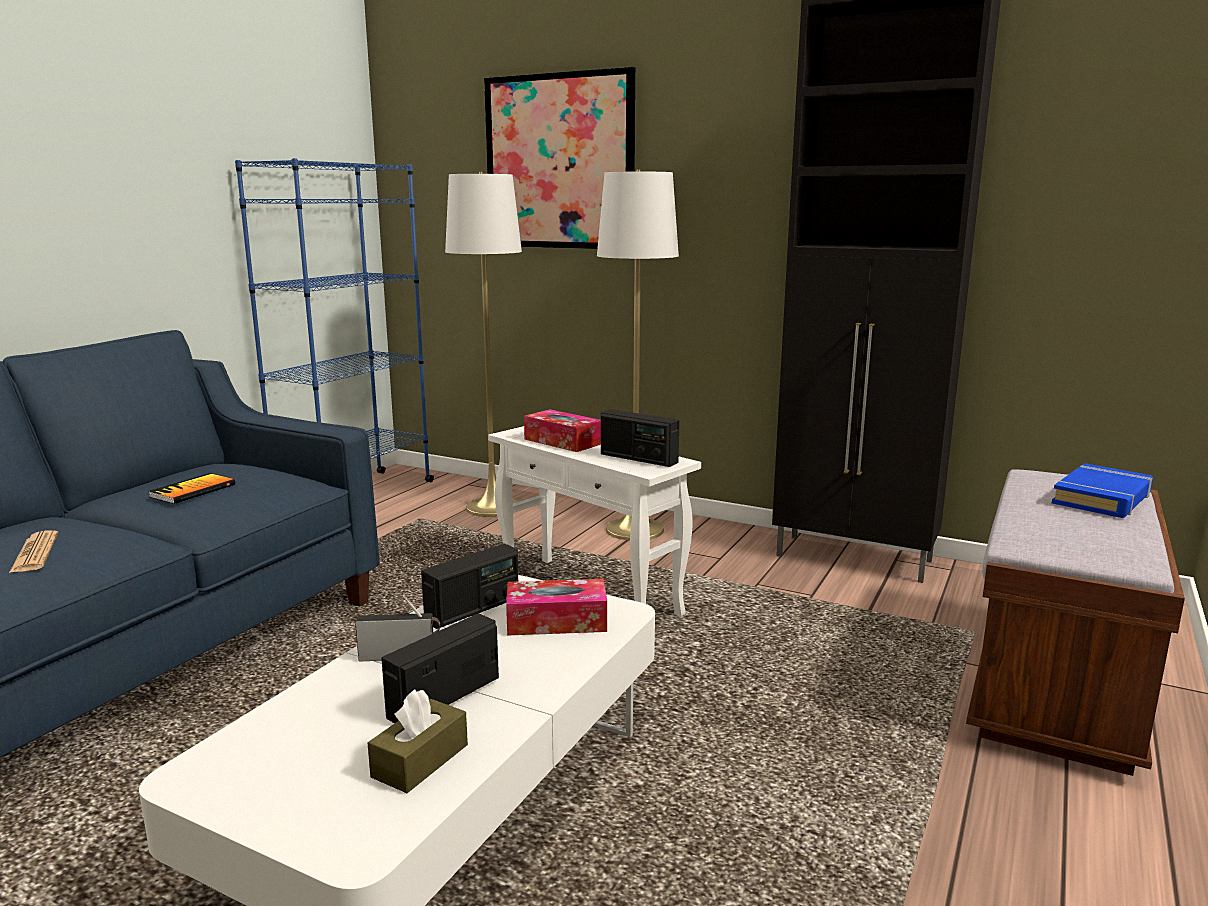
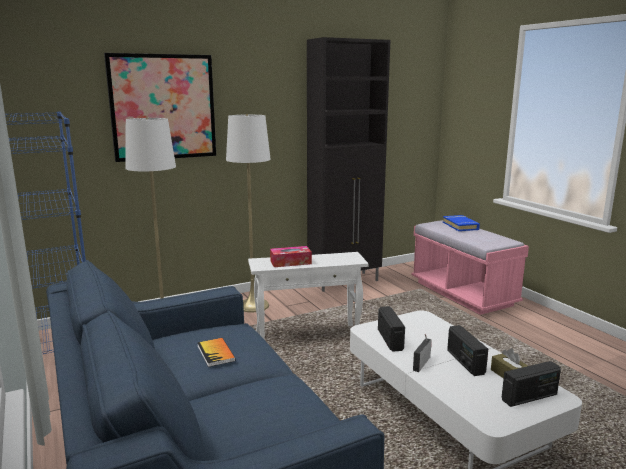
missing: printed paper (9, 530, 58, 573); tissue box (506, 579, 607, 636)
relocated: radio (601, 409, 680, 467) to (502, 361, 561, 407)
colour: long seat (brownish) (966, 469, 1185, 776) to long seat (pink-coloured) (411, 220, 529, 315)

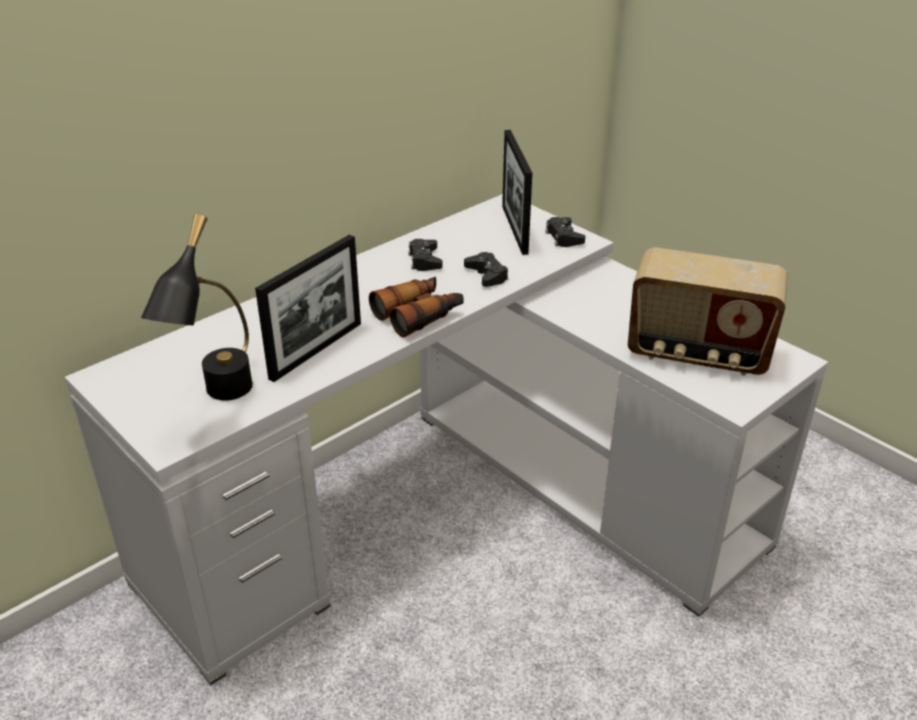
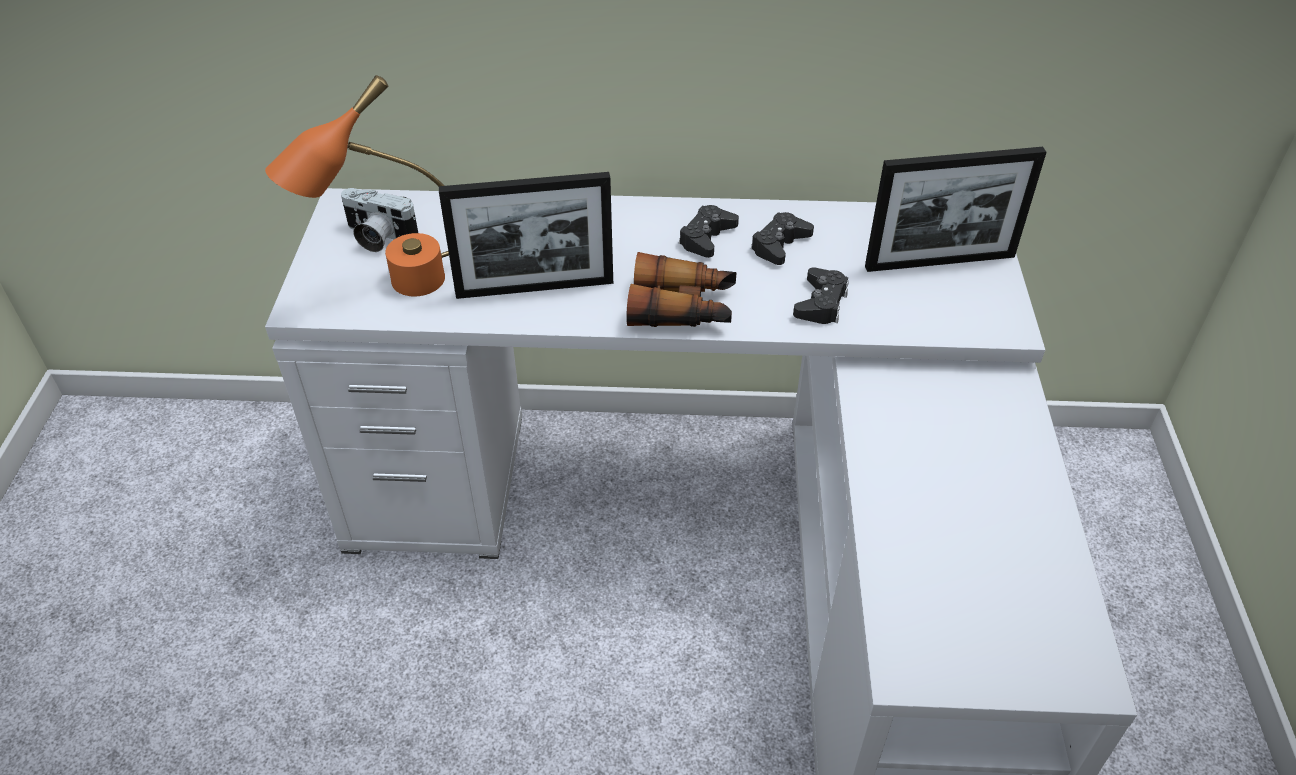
missing: radio (628, 247, 788, 376)
appeared: still camera (341, 188, 418, 252)
relocated: gamepad (blackish) (545, 217, 585, 247) to (679, 205, 739, 258)
colour: lamp for a table (blackish) (141, 214, 253, 400) to lamp for a table (orange-coloured) (265, 75, 449, 296)
spun: standing frame (502, 130, 532, 255) = (865, 147, 1046, 272) 135 degrees counterclockwise

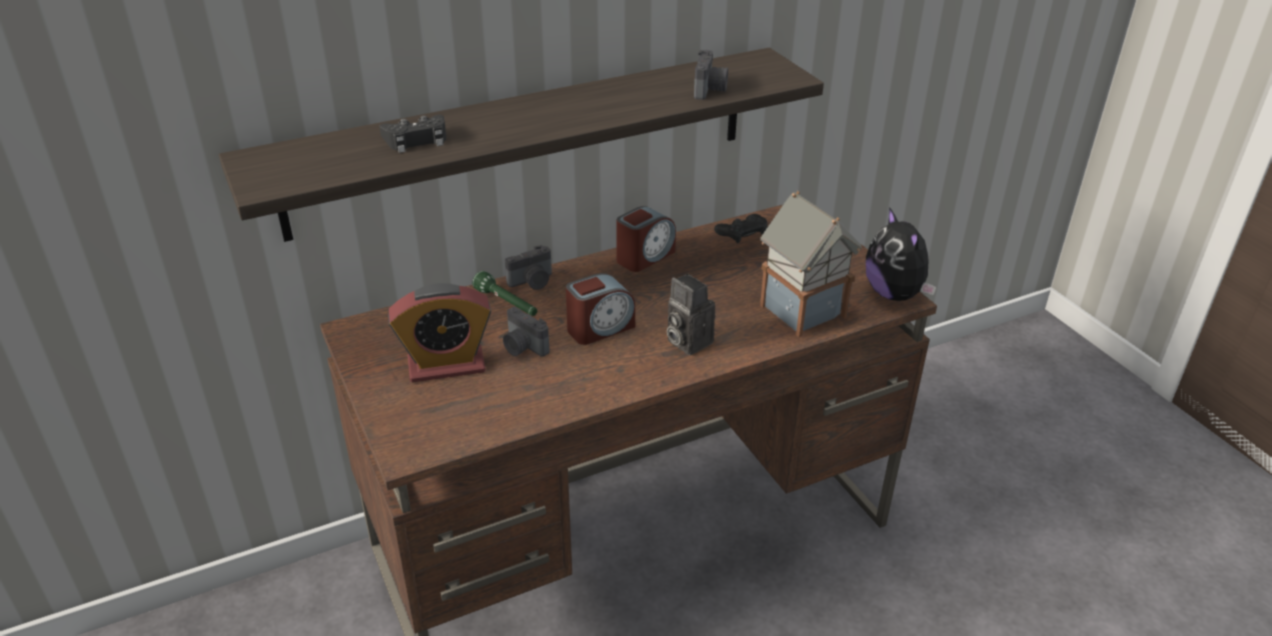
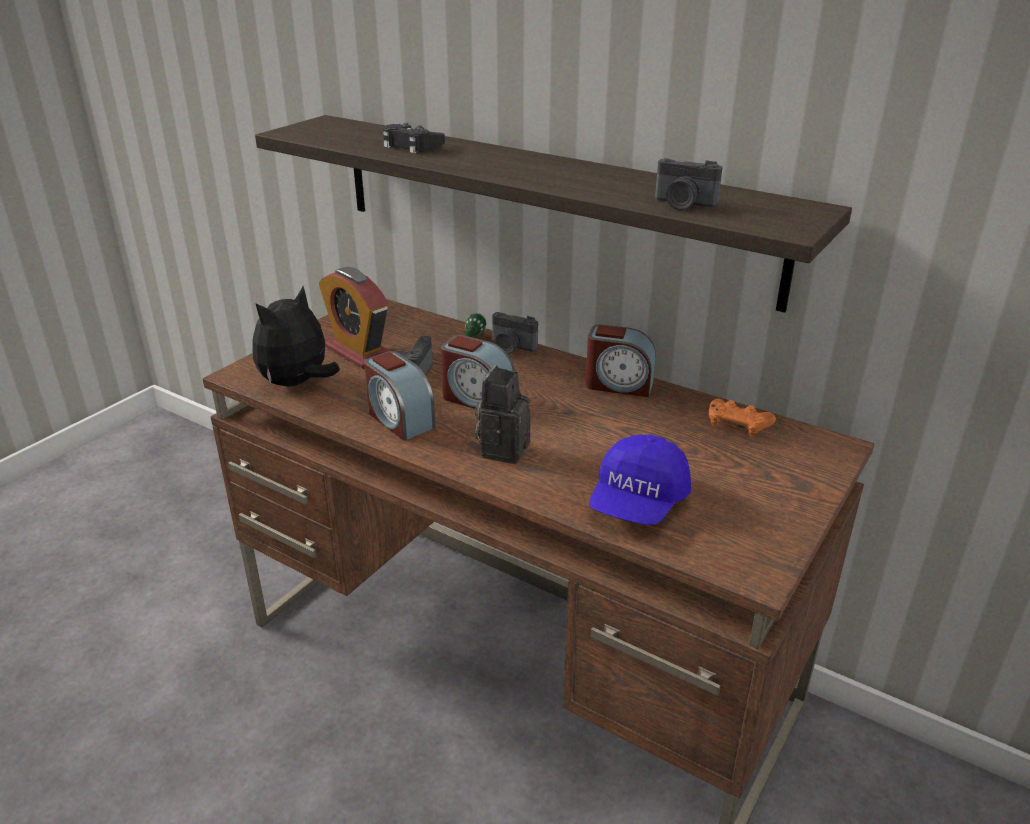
appeared: table clock (364, 351, 435, 441)
relocated: soft toy (866, 207, 937, 301) to (253, 286, 340, 386)
exchanged: model house (760, 191, 862, 337) to baseball cap (bluish) (589, 434, 691, 525)
colour: gamepad (blackish) (714, 214, 768, 244) to gamepad (orange-coloured) (709, 399, 776, 437)
spun: still camera (694, 50, 728, 100) = (655, 158, 722, 210) 45 degrees clockwise

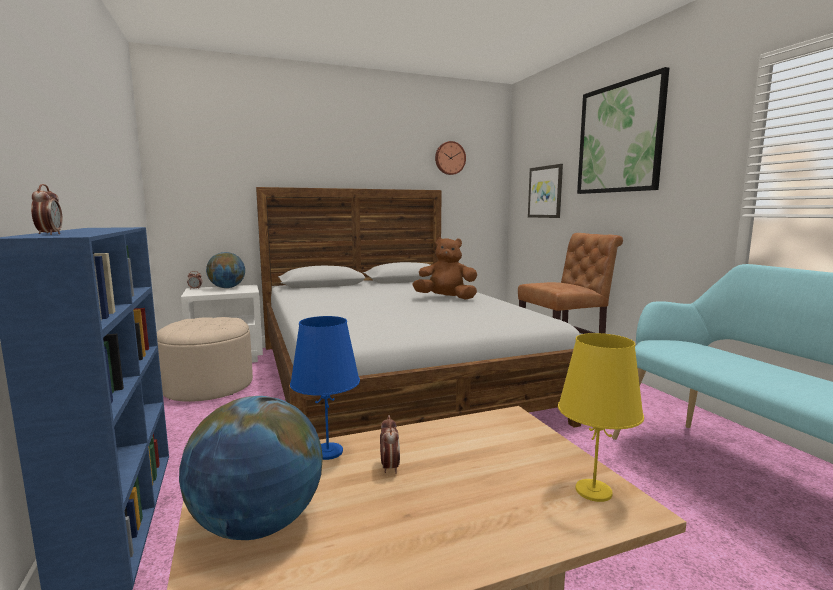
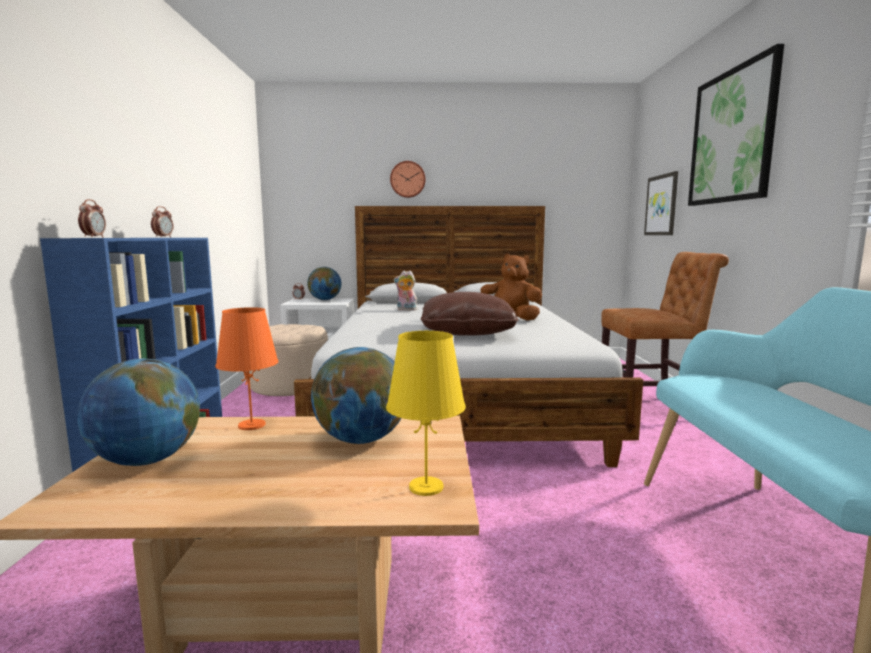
appeared: world globe (311, 347, 401, 444); soft toy (394, 271, 417, 311); cushion (brownish) (421, 292, 518, 336)
relocated: table clock (380, 415, 400, 474) to (151, 206, 174, 237); hanging clock (435, 141, 466, 175) to (390, 161, 426, 198)
colour: lamp for a table (bluish) (290, 316, 360, 460) to lamp for a table (orange-coloured) (215, 307, 278, 430)

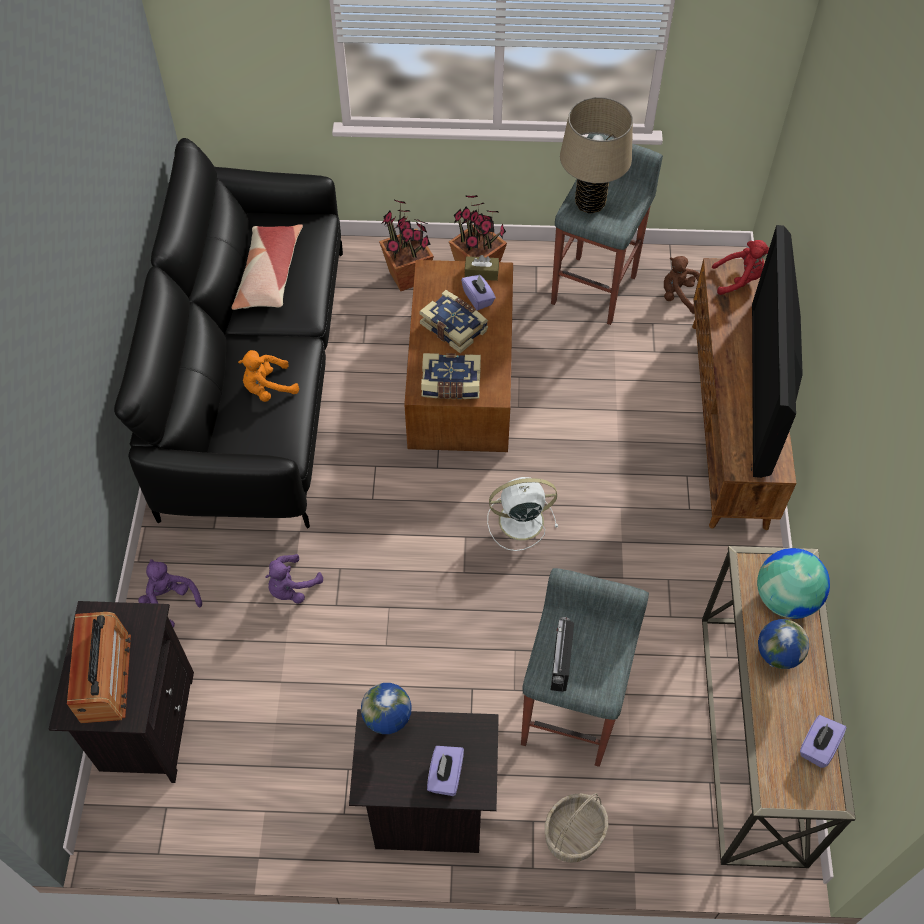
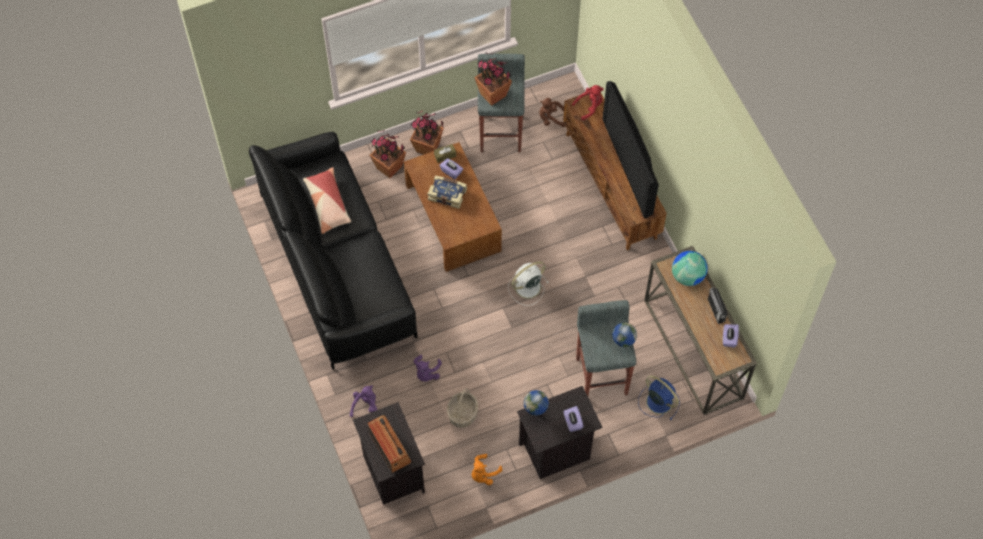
missing: volume (421, 353, 481, 399)
appeared: cooling fan (bluish) (638, 375, 680, 420)
relocated: soft toy (orange-coloured) (238, 350, 299, 402) to (471, 454, 502, 485); household basket (545, 793, 608, 863) to (447, 388, 478, 428); radio (550, 617, 574, 692) to (708, 287, 728, 324); world globe (758, 619, 809, 669) to (612, 322, 637, 347)
exchanged: lamp for a table (beige-coloured) (560, 97, 633, 214) to potted plant (474, 53, 512, 106)
spun: soft toy (purple-coloured) (138, 559, 202, 628) = (350, 385, 377, 417) 90 degrees clockwise

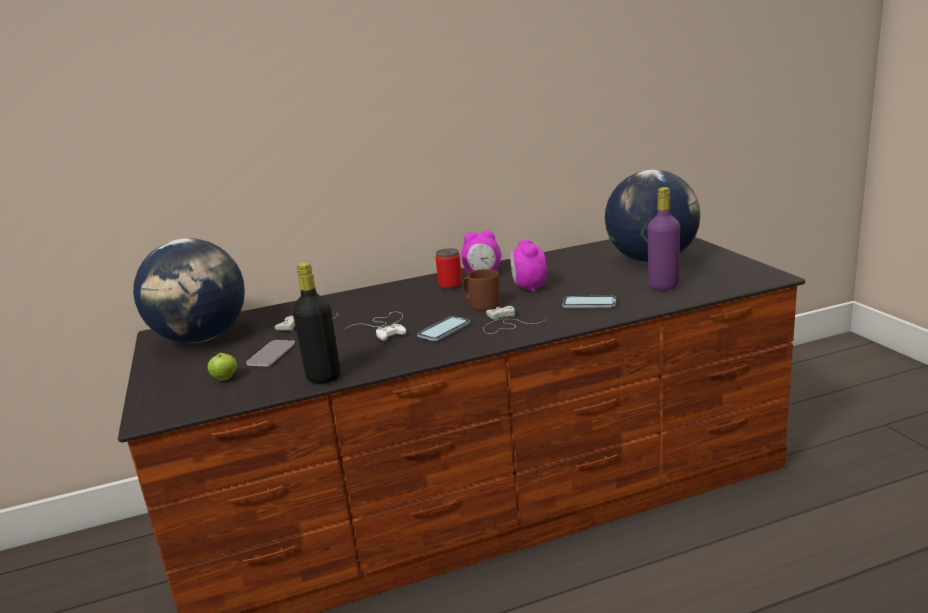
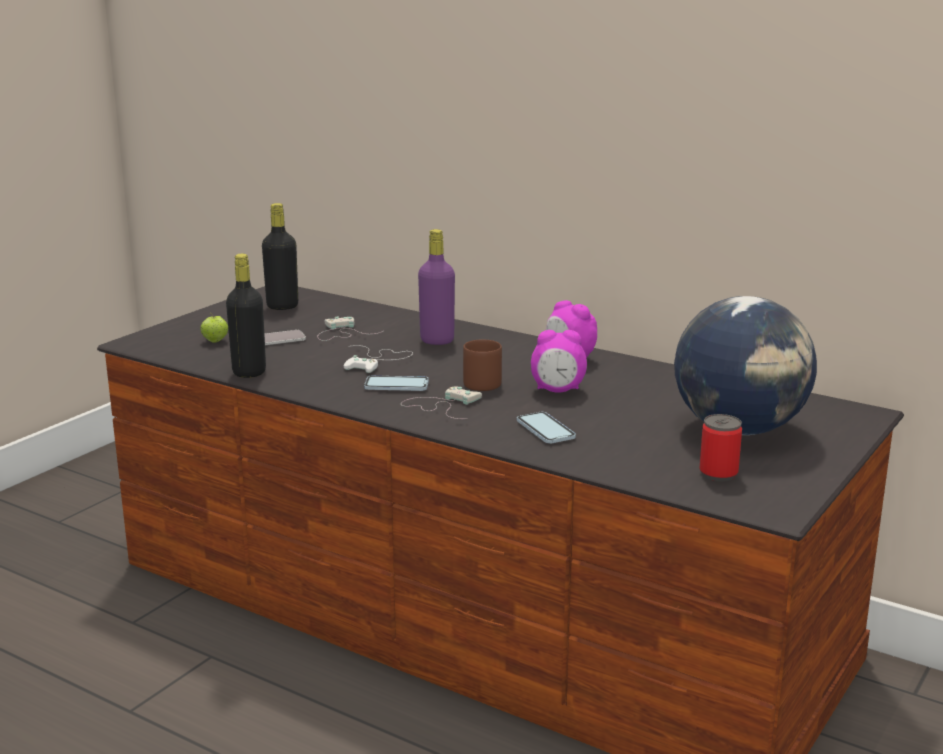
relocated: sealed can (435, 248, 462, 290) to (699, 414, 742, 481); drink bottle (purple-coloured) (647, 187, 680, 291) to (418, 229, 455, 345)
exchanged: world globe (133, 239, 245, 343) to drink bottle (blackish) (262, 203, 298, 310)
spun: table clock (510, 240, 547, 292) = (531, 330, 587, 393) 135 degrees counterclockwise

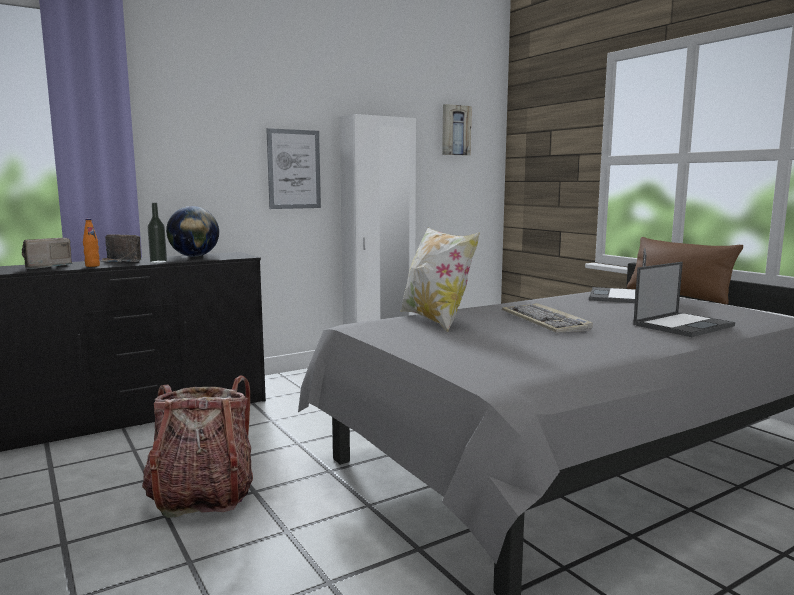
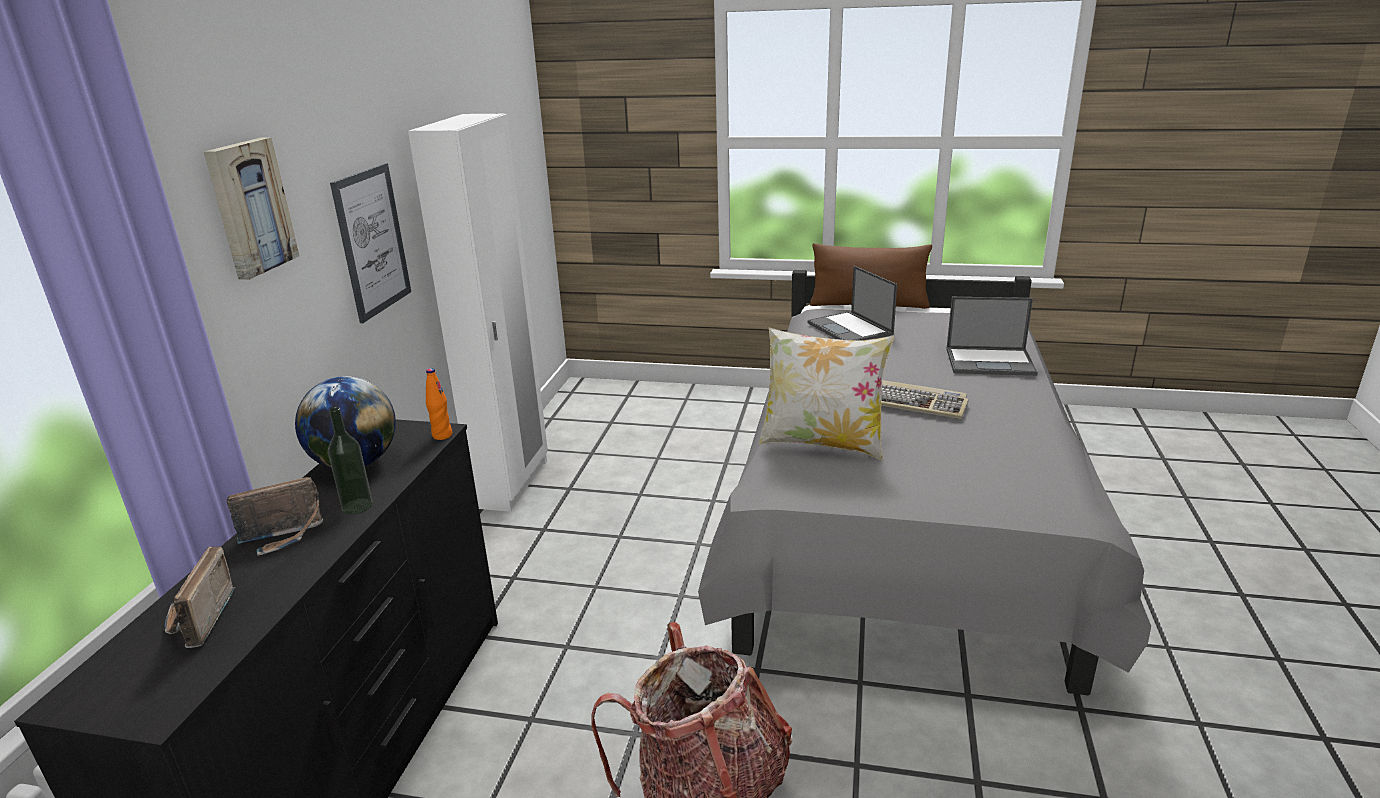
relocated: drink bottle (orange-coloured) (83, 219, 100, 267) to (426, 368, 452, 440); picture (442, 104, 472, 156) to (204, 137, 299, 280)
spun: laptop (633, 262, 735, 337) = (946, 297, 1038, 376) 90 degrees clockwise

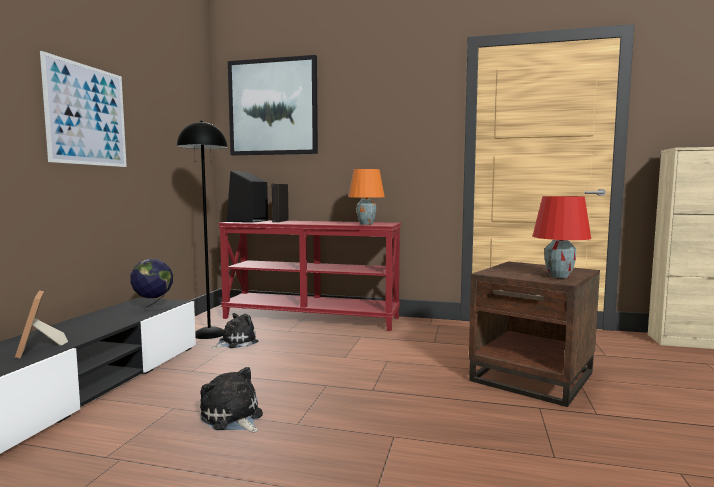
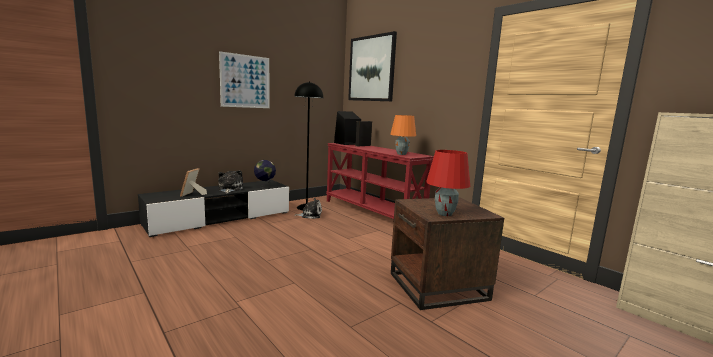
relocated: soft toy (200, 367, 263, 432) to (218, 170, 243, 193)

